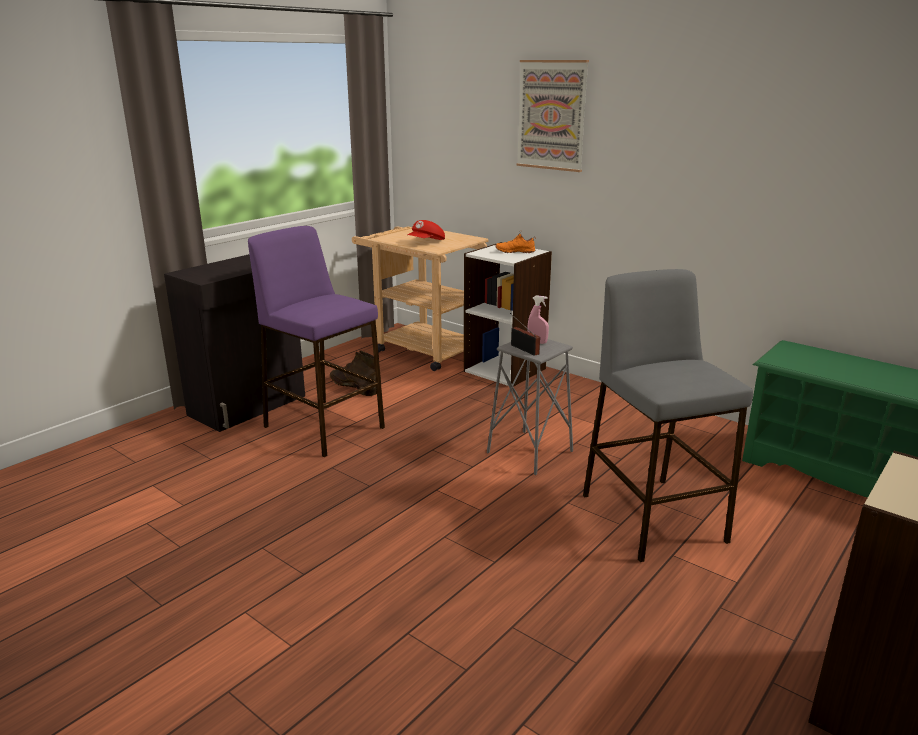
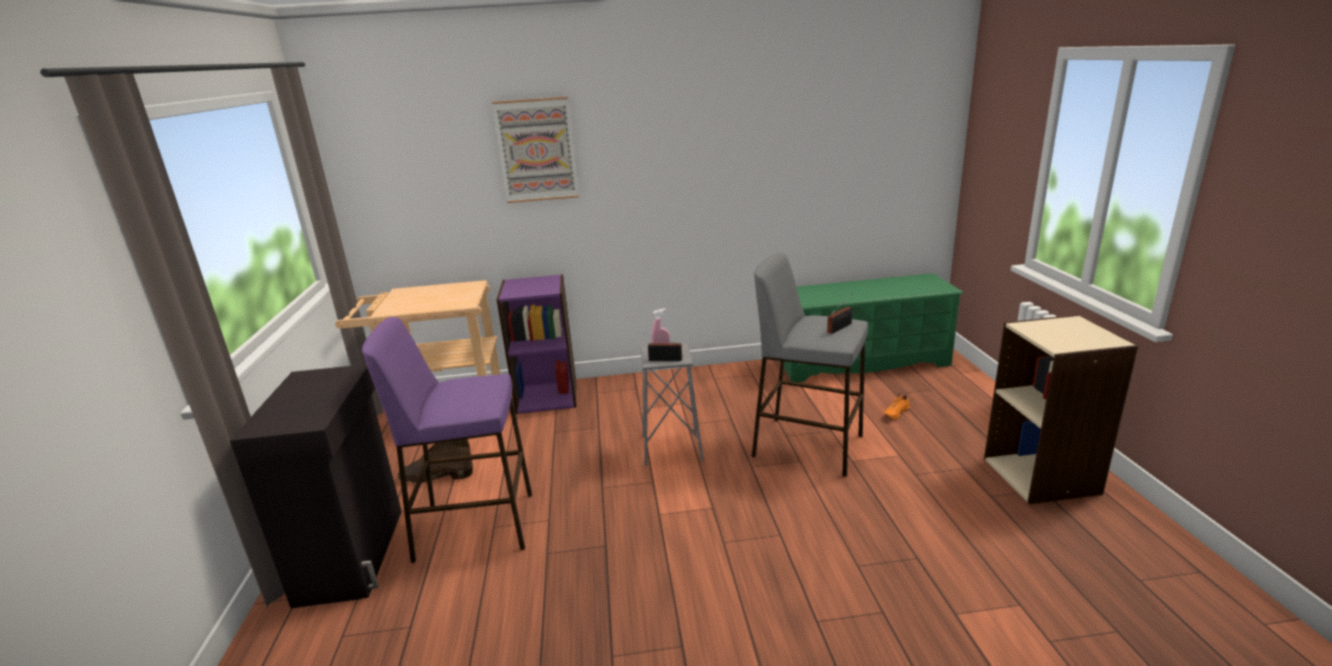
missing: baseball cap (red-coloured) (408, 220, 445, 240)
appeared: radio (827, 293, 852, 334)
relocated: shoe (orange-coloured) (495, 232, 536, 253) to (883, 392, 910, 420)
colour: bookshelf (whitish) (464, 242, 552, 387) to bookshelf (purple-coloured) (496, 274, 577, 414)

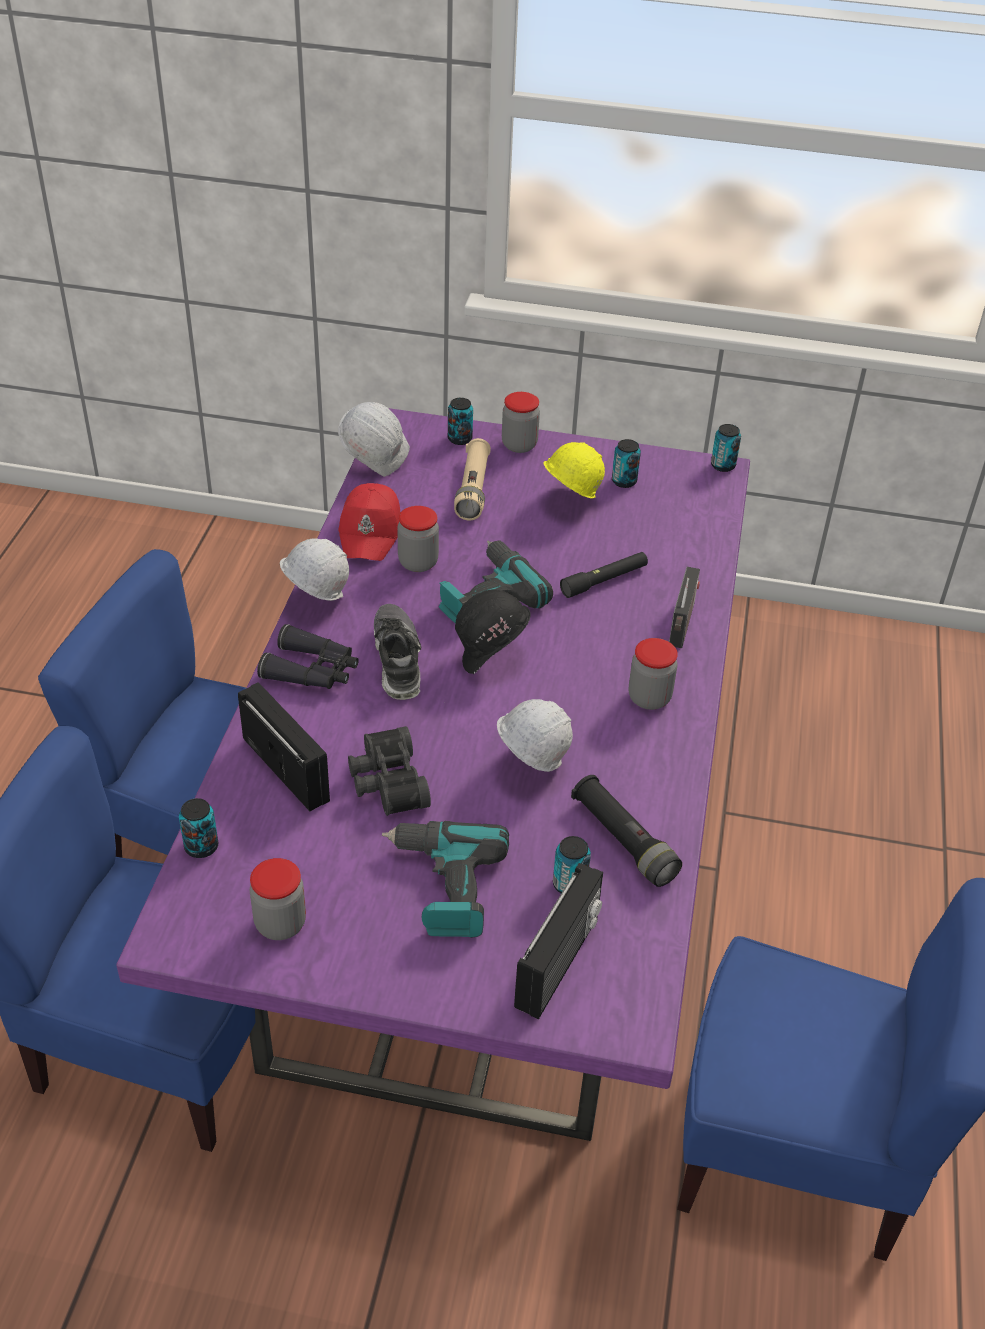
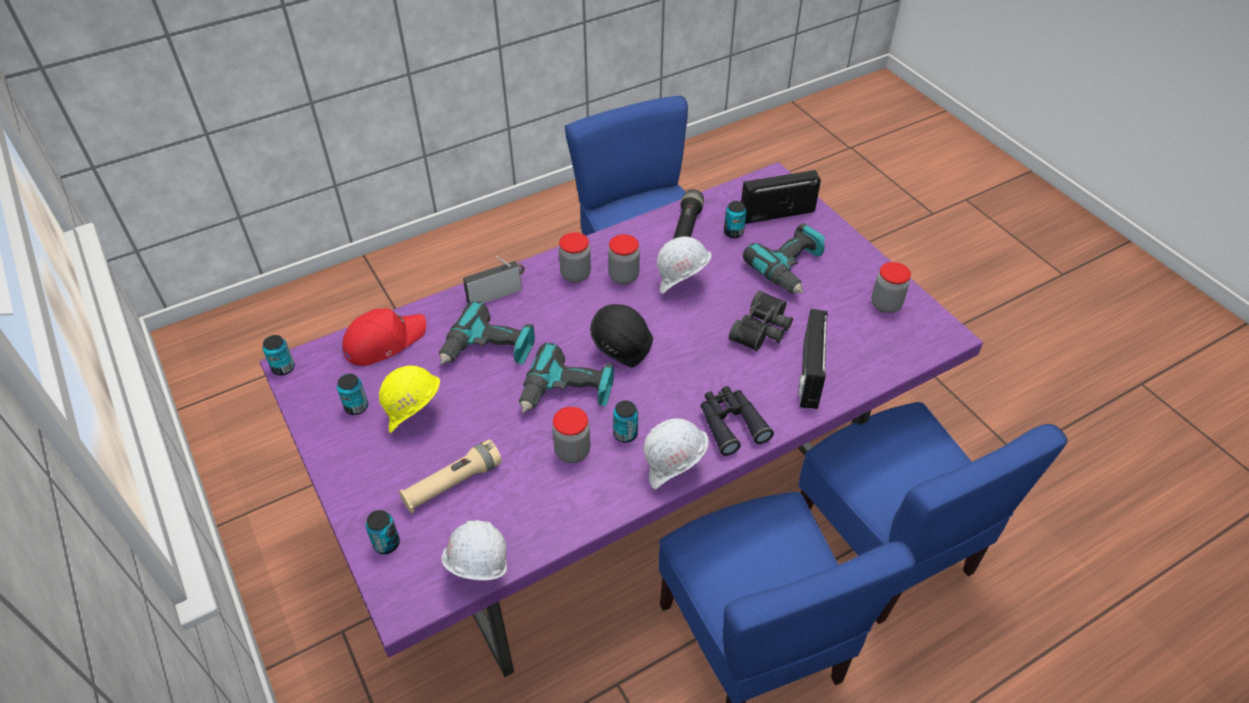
missing: shoe (374, 604, 421, 700)
relocated: sealed can (179, 798, 218, 858) to (613, 401, 638, 442); baseball cap (red-coloured) (338, 483, 401, 561) to (342, 308, 426, 366); preserve jar (502, 392, 540, 453) to (608, 234, 640, 285)
exchanged: flashlight (blackish) (560, 552, 648, 598) to power drill (439, 301, 535, 365)

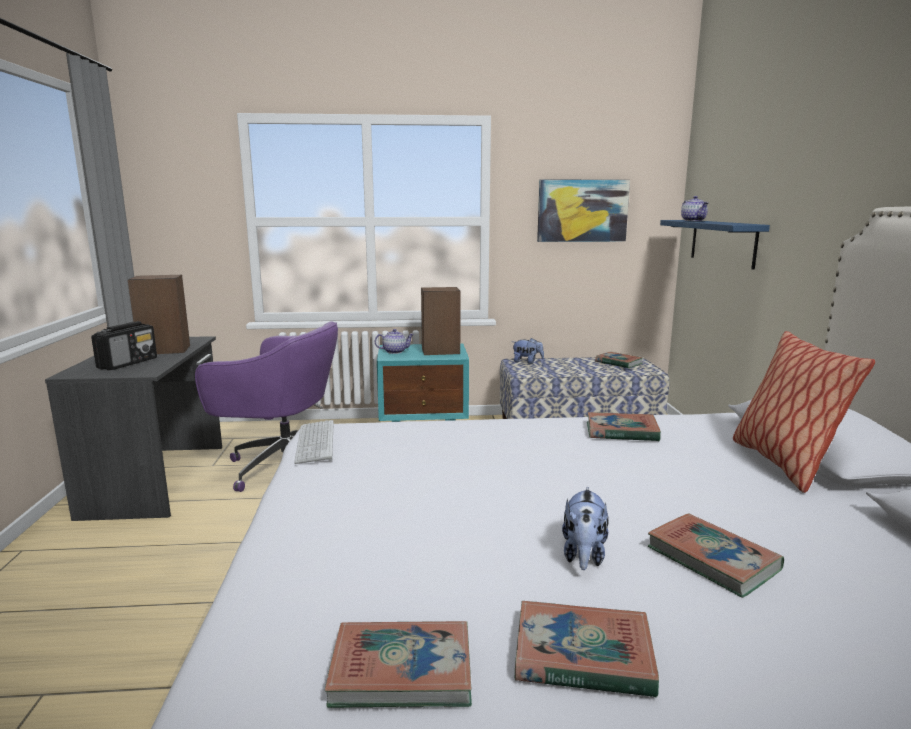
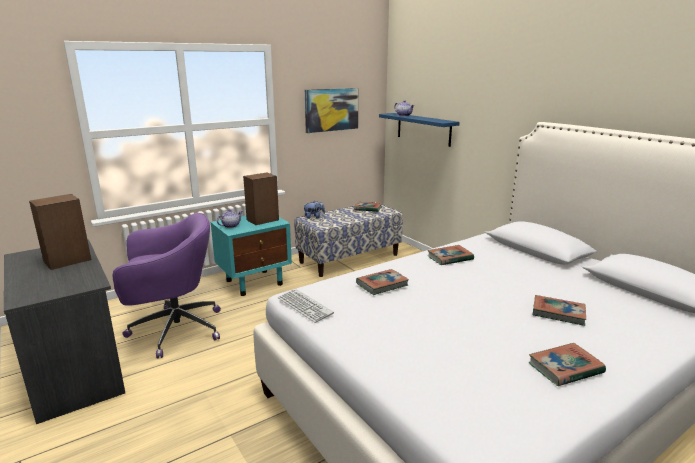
missing: radio (91, 321, 157, 370); soft toy (562, 486, 609, 570); cushion (733, 331, 875, 493)
relocated: volume (325, 621, 472, 708) to (356, 269, 409, 295)

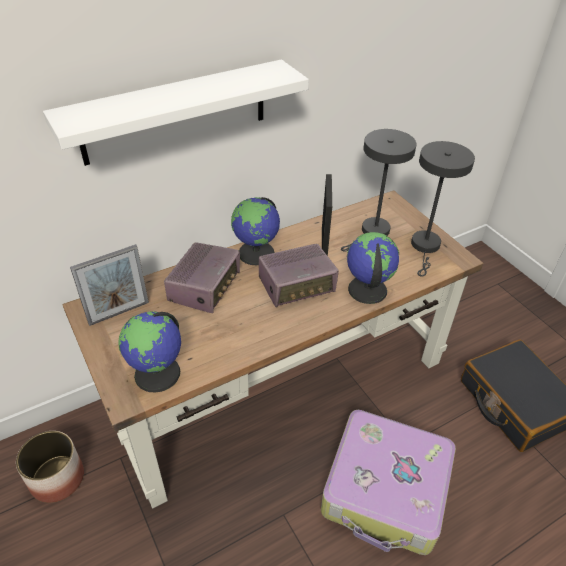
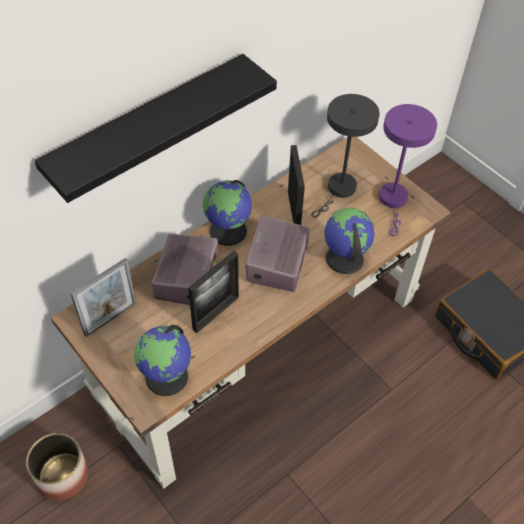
missing: travel case (321, 410, 456, 555)
appeared: standing frame (188, 251, 239, 333)
colour: bracket shelf (whitish) (43, 59, 309, 166) to bracket shelf (blackish) (34, 54, 277, 203); lamp for a table (grey) (411, 141, 475, 276) to lamp for a table (purple-coloured) (379, 104, 437, 236)
spun: radio (259, 243, 339, 307) = (245, 215, 309, 292) 135 degrees clockwise

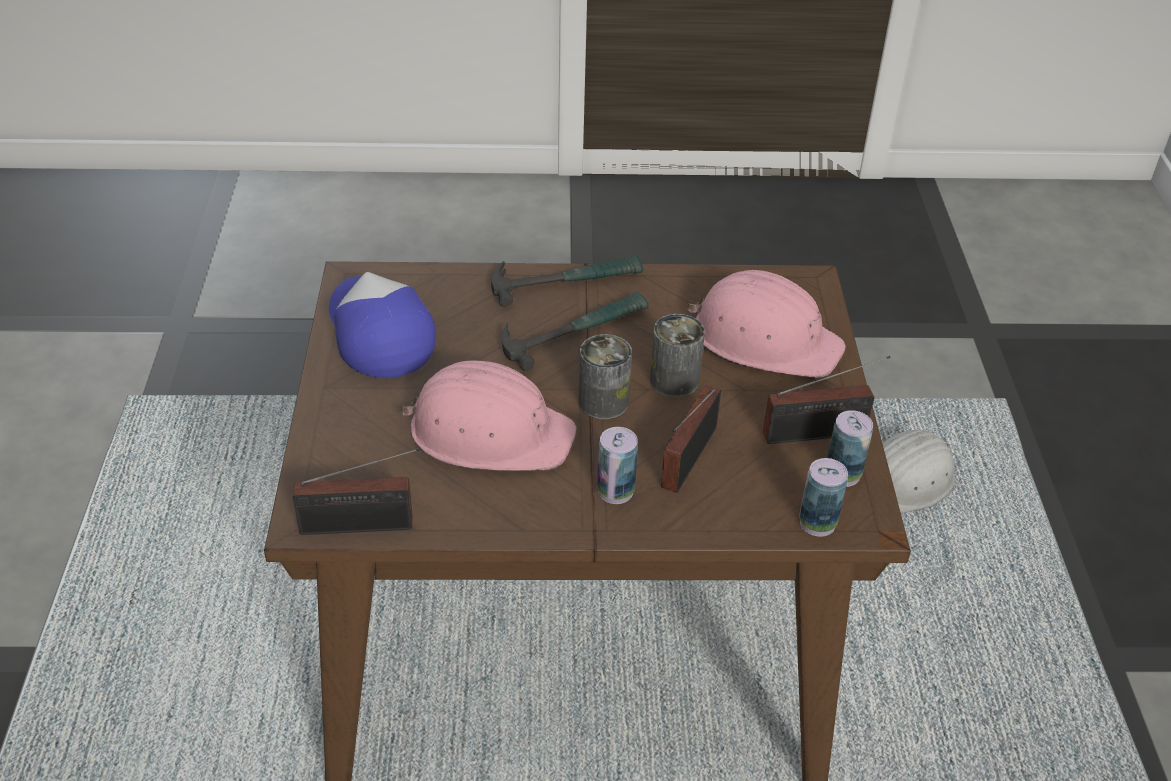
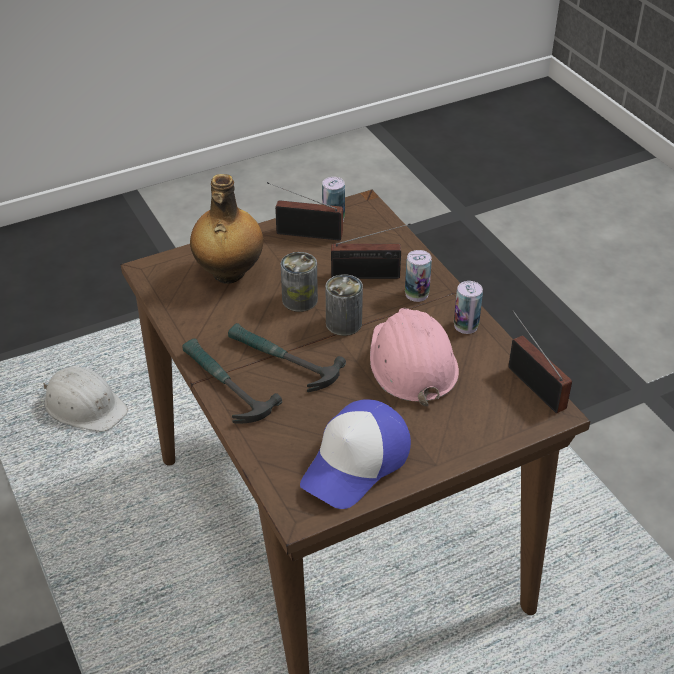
relocated: sealed can (799, 458, 848, 537) to (454, 281, 483, 334)
exchanged: safety helmet (pink-coloured) (688, 270, 846, 378) to drink bottle (190, 174, 263, 284)
spun: radio (763, 356, 890, 444) = (267, 182, 343, 240) 45 degrees counterclockwise

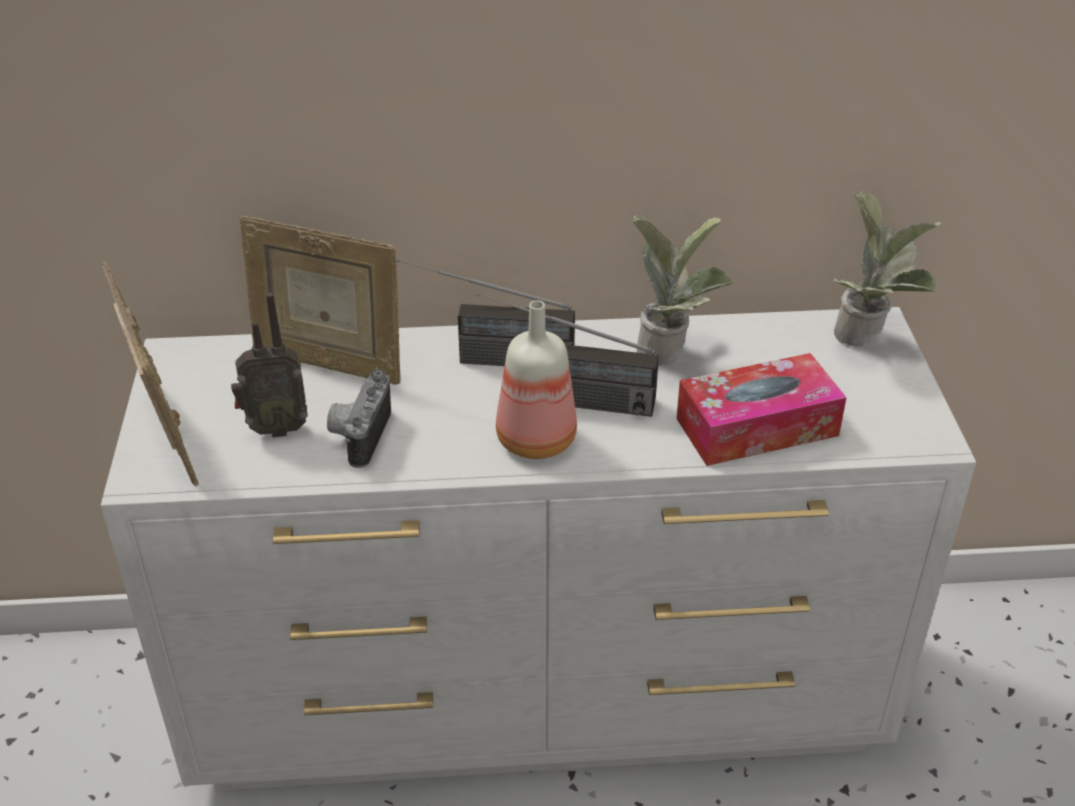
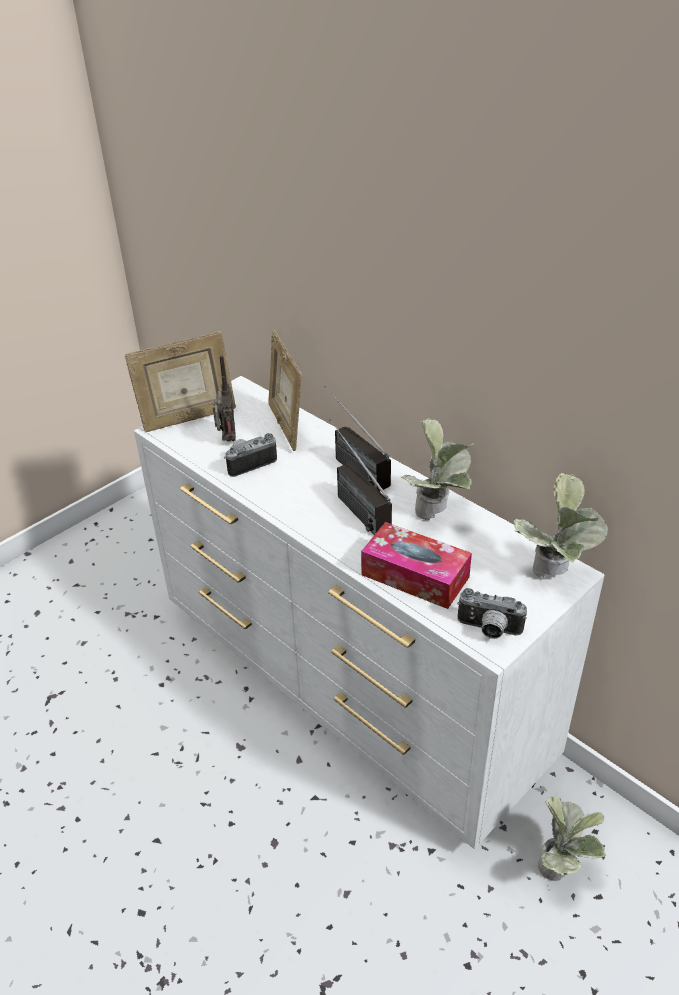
missing: drink bottle (496, 300, 577, 459)
appeared: still camera (457, 588, 527, 639); potted plant (538, 793, 605, 881)
spun: standing frame (102, 261, 199, 486) = (125, 331, 236, 432) 45 degrees clockwise; radio (231, 293, 308, 437) = (213, 355, 236, 442) 135 degrees counterclockwise

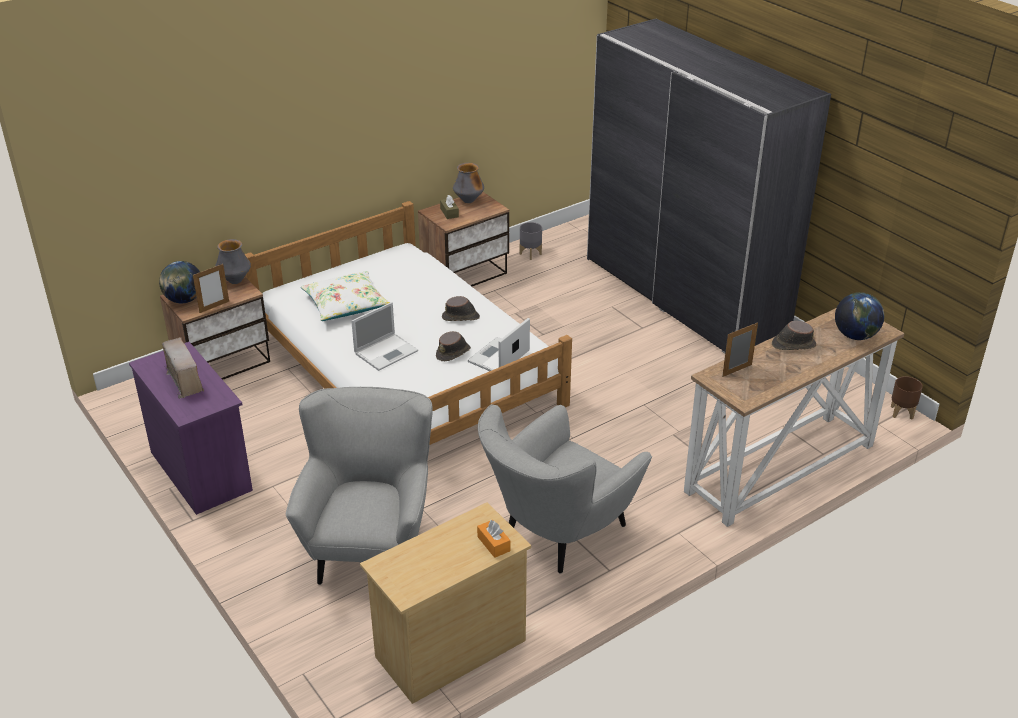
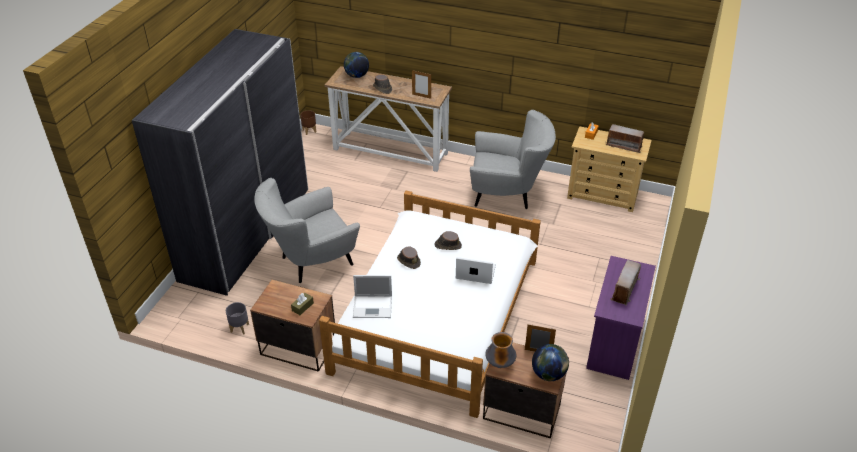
missing: cushion (whitish) (301, 271, 390, 321); vase (453, 163, 484, 203)
appeared: radio (605, 124, 646, 153)
relocated: lounge chair (grey) (286, 387, 433, 585) to (254, 178, 360, 283); laptop (468, 318, 530, 371) to (353, 275, 392, 318)

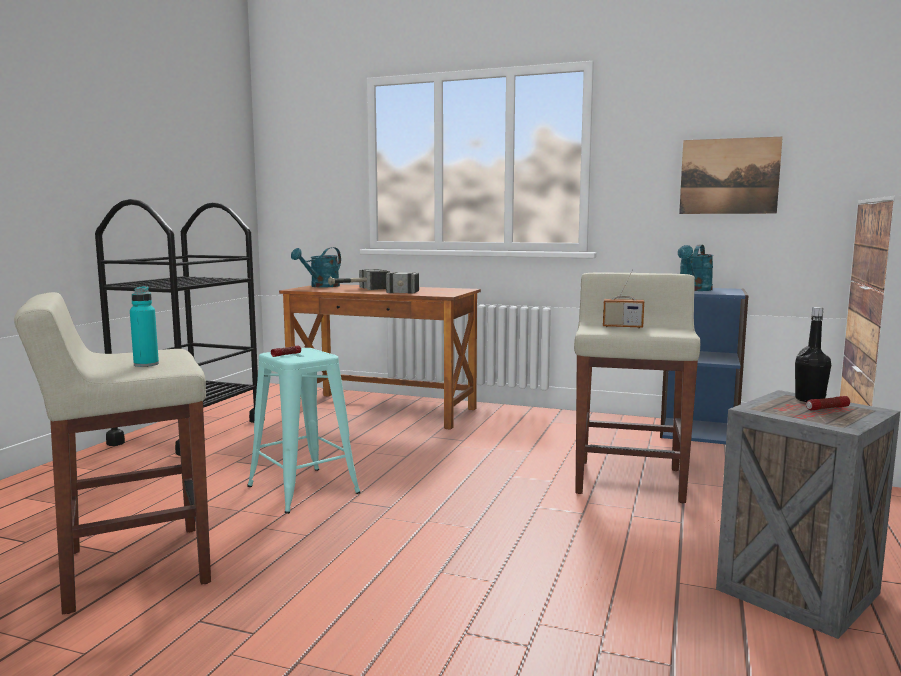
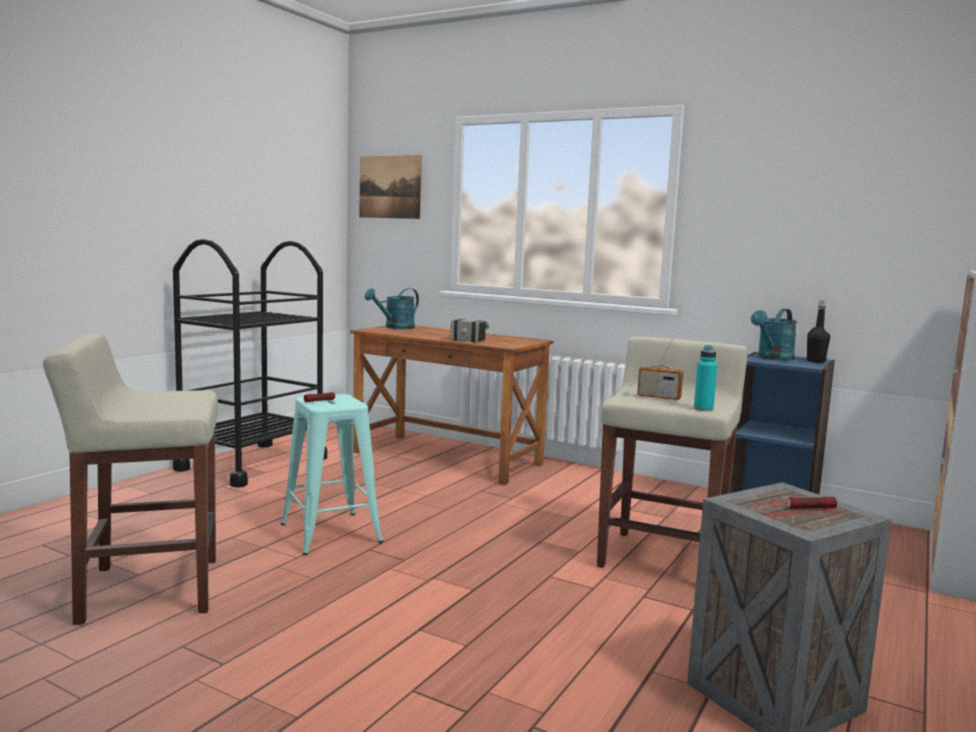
missing: hammer (328, 269, 390, 290)
relocated: drink bottle (turquoise) (130, 286, 159, 367) to (694, 345, 717, 411); picture (679, 137, 783, 214) to (359, 155, 422, 219); drink bottle (blackish) (795, 307, 831, 402) to (807, 301, 830, 363)

